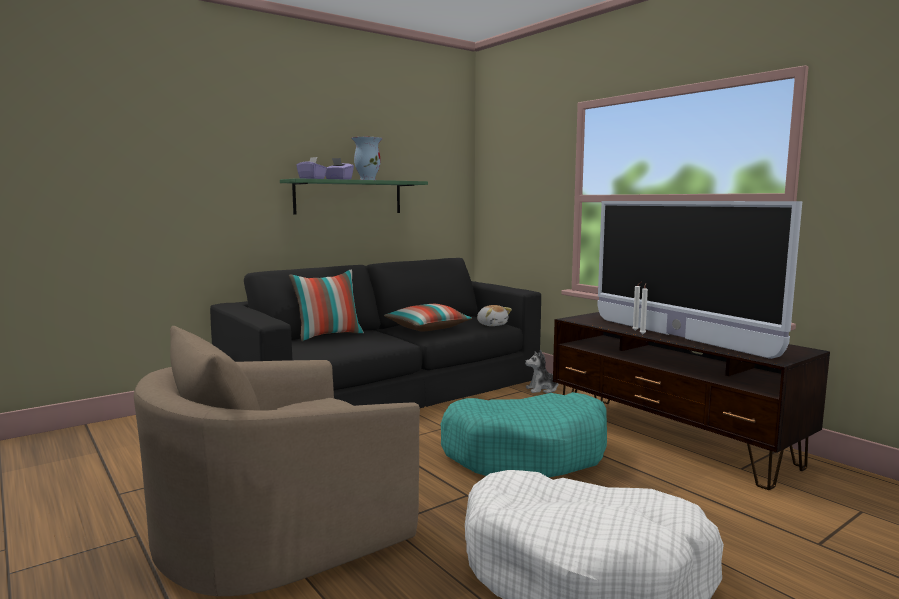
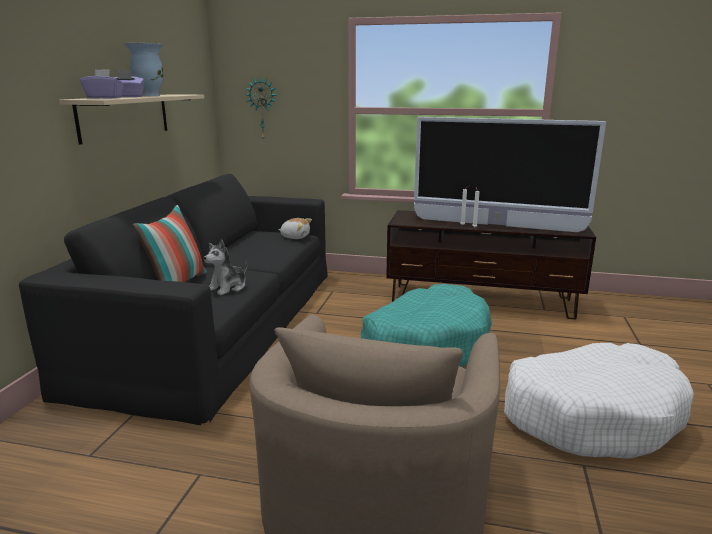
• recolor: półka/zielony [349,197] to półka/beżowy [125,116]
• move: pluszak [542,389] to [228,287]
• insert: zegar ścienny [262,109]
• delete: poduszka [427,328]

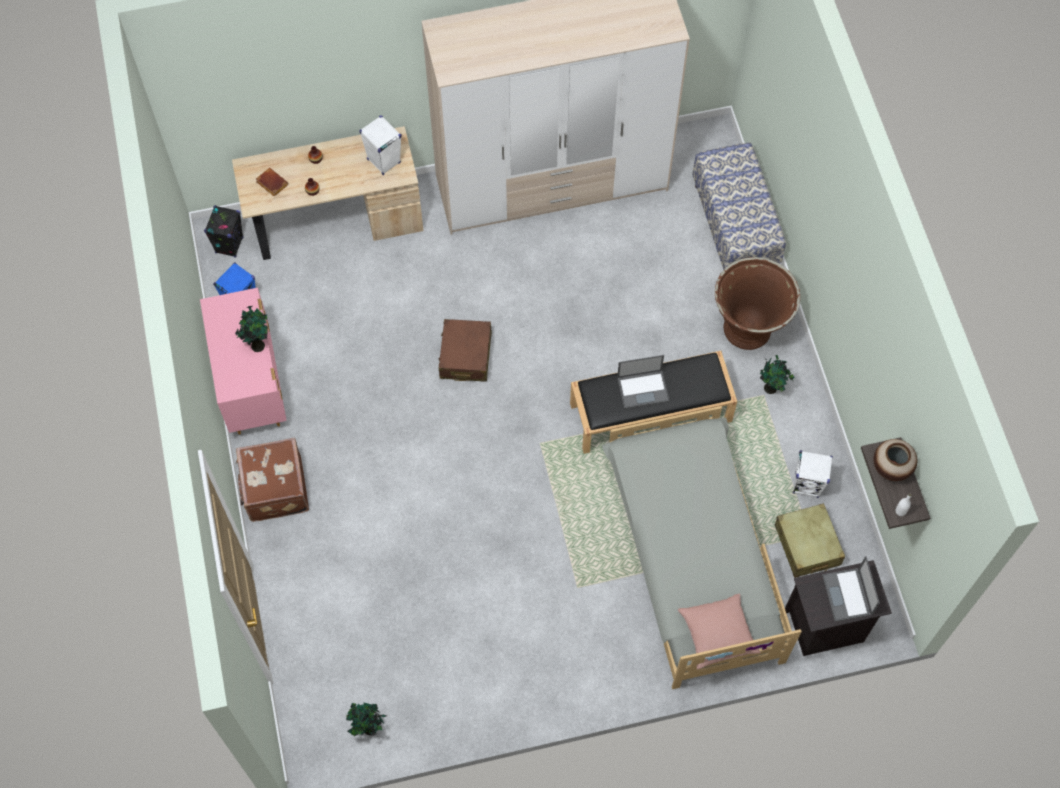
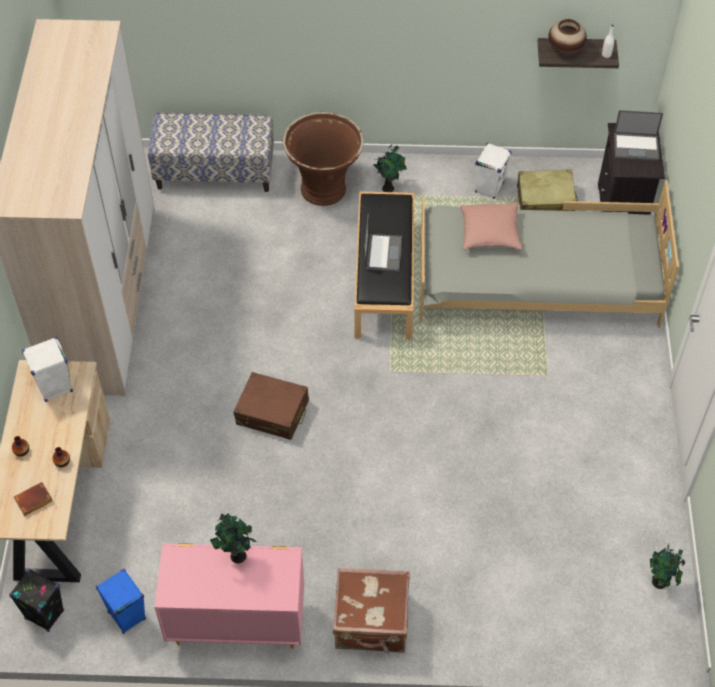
• move: poduszka/różowy [717,634] to [489,233]

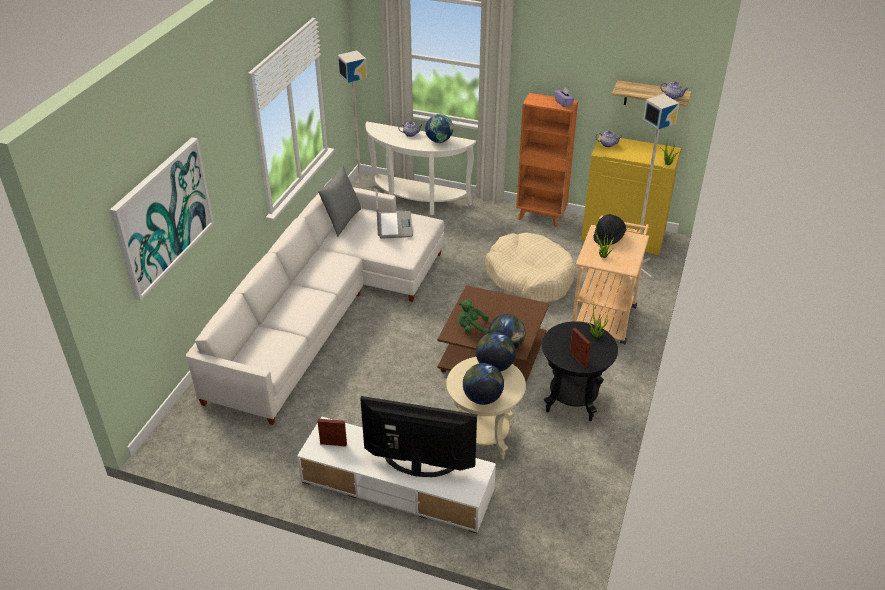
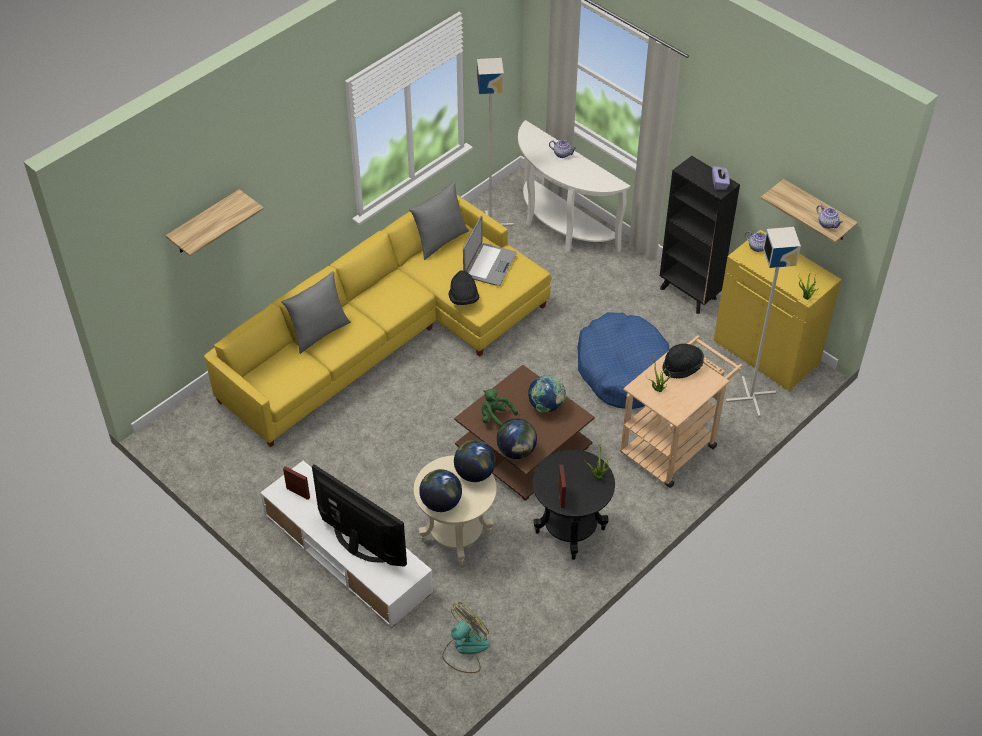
• replace: obraz [163,216] to półka [205,223]
• recolor: kanapa/biały [326,308] to kanapa/żółty [388,334]
• insert: poduszka/szary [319,332]
• insert: wentylator [465,649]
• insert: kapelusz/czarny [463,298]
• move: globus [439,141] to [546,406]
• recolor: legowisko/beżowy [529,277] to legowisko/niebieski [622,370]
• recolor: regał/pomarańczowy [541,217] to regał/czarny [689,294]

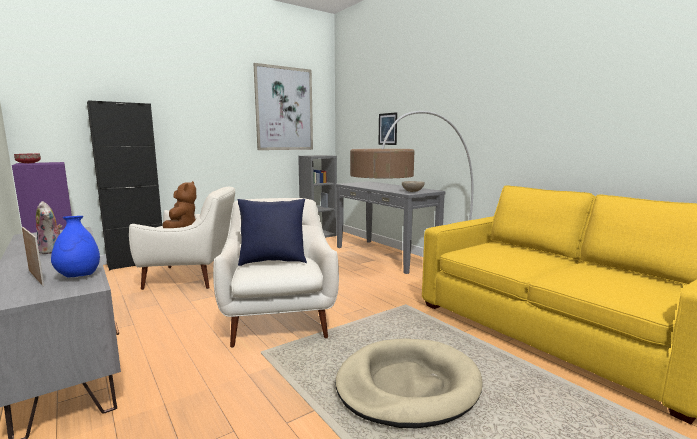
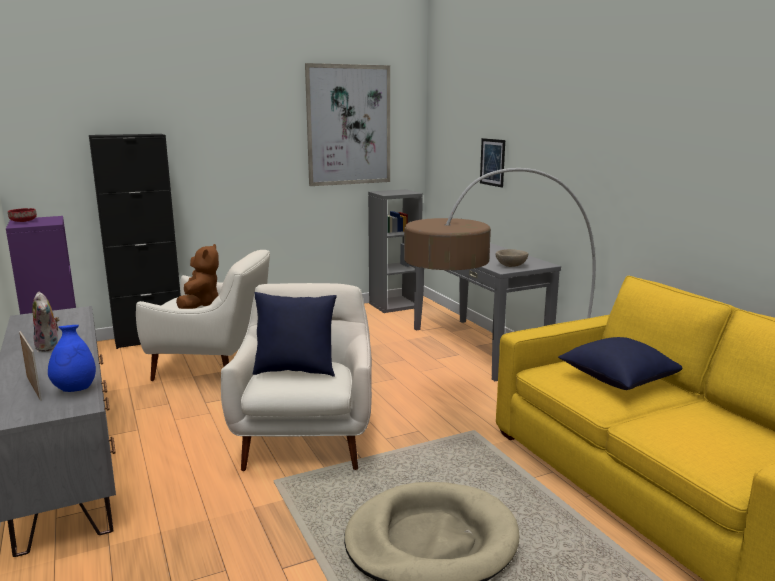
• insert: poduszka/niebieski [617,380]

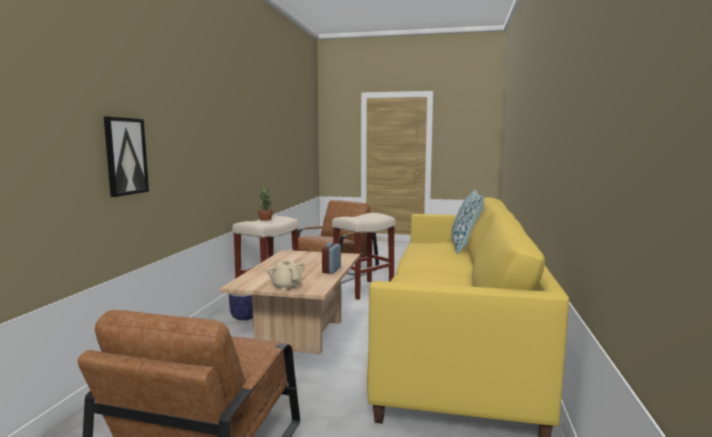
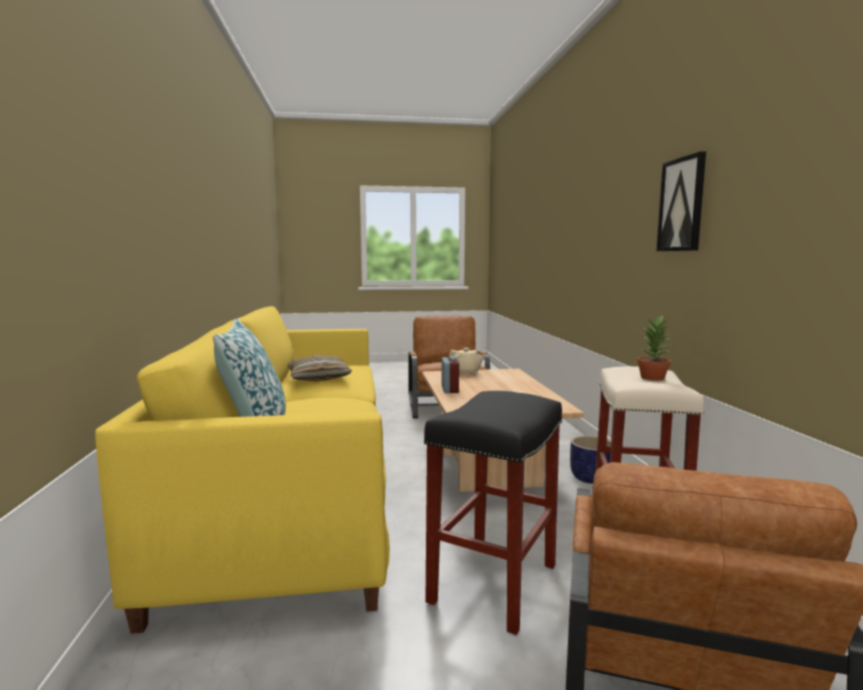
• insert: poduszka [318,378]
• recolor: stołek/beżowy [363,290] to stołek/czarny [493,581]
• move: obraz [125,156] to [682,205]

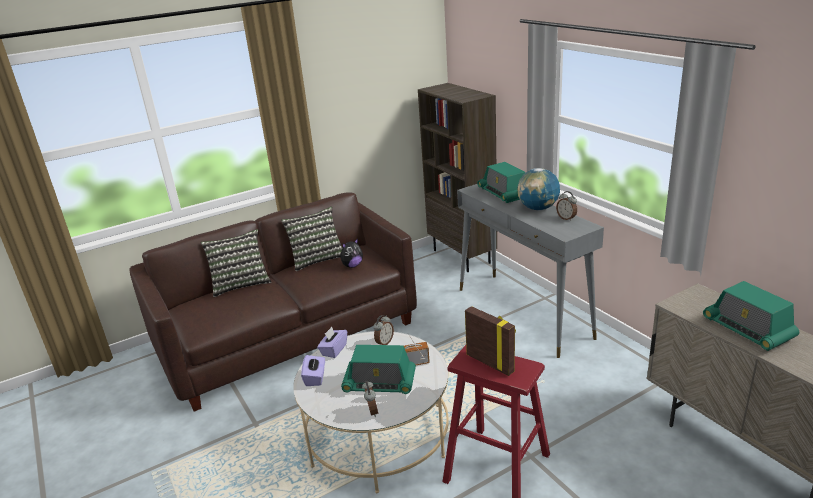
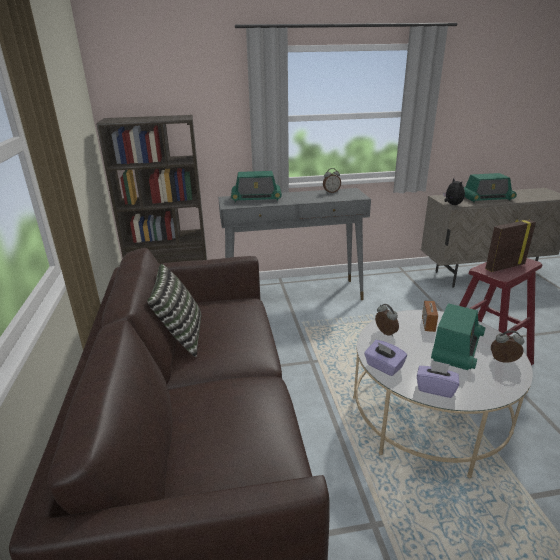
• move: pluszak [352,265] to [452,204]
• delete: poduszka [240,284]
• delete: globus [538,208]

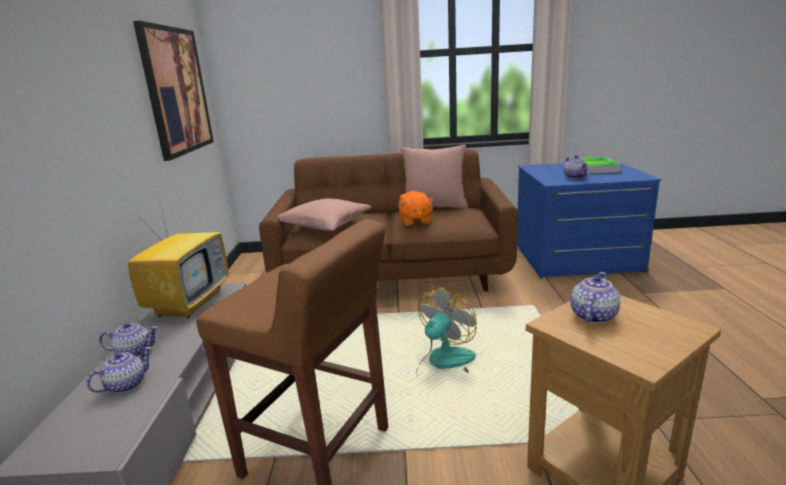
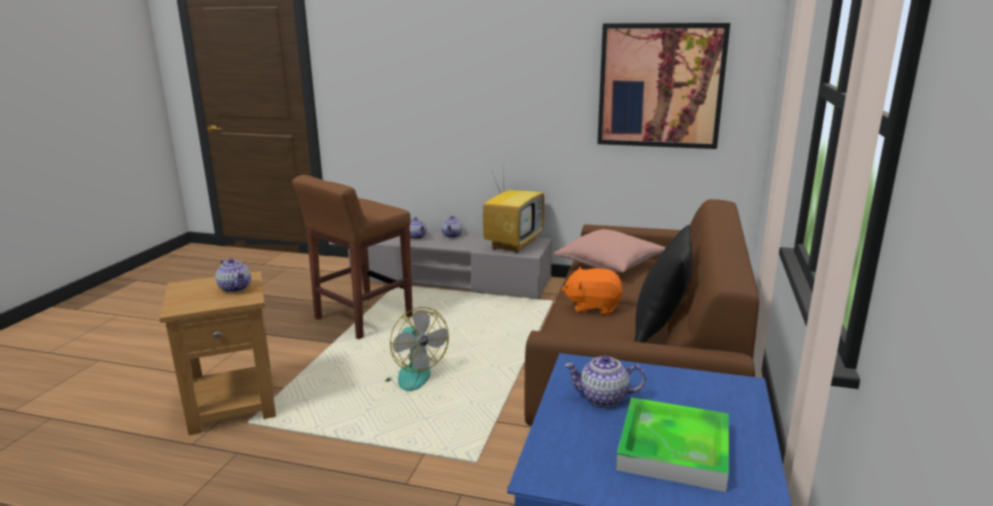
• rotate: telewizor [189,302] = [513,243] 90 degrees counterclockwise
• recolor: poduszka/różowy [434,208] to poduszka/czarny [660,330]

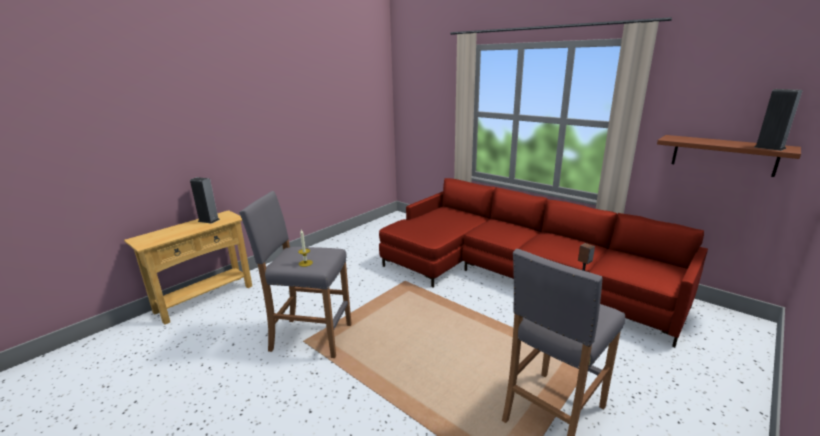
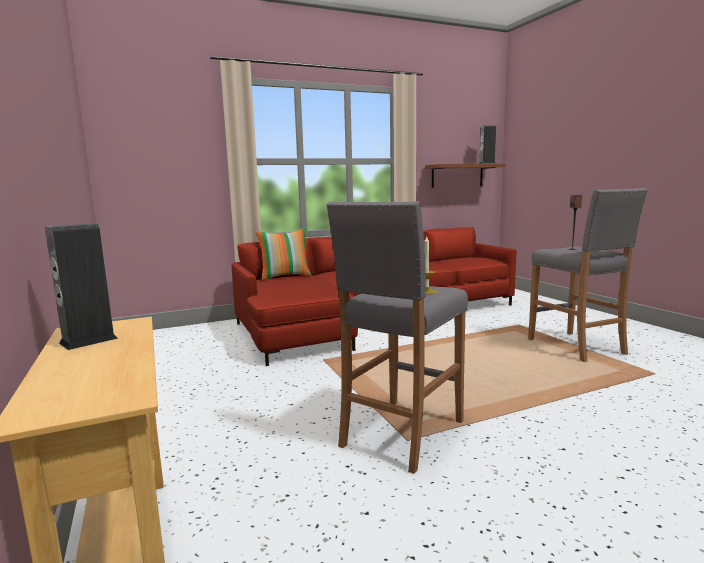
• insert: poduszka [285,276]

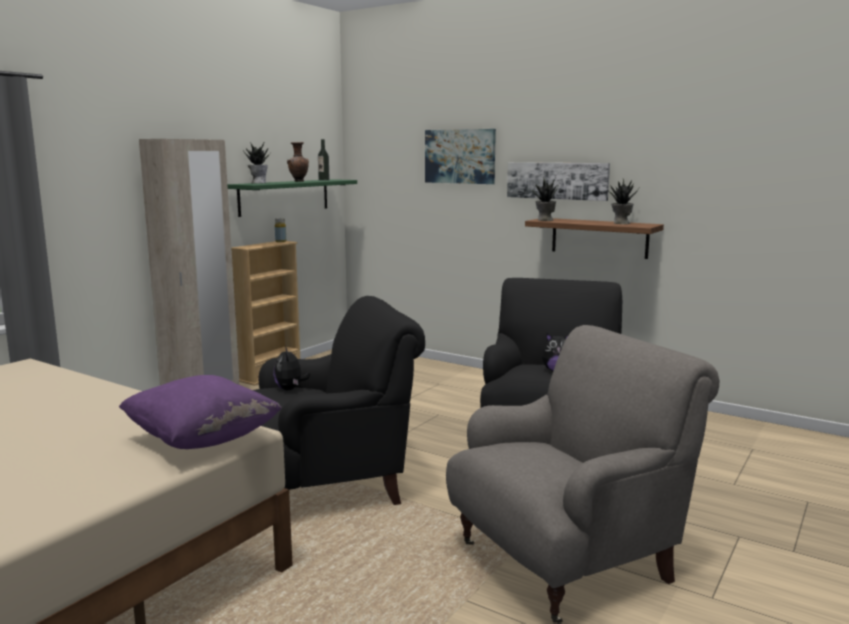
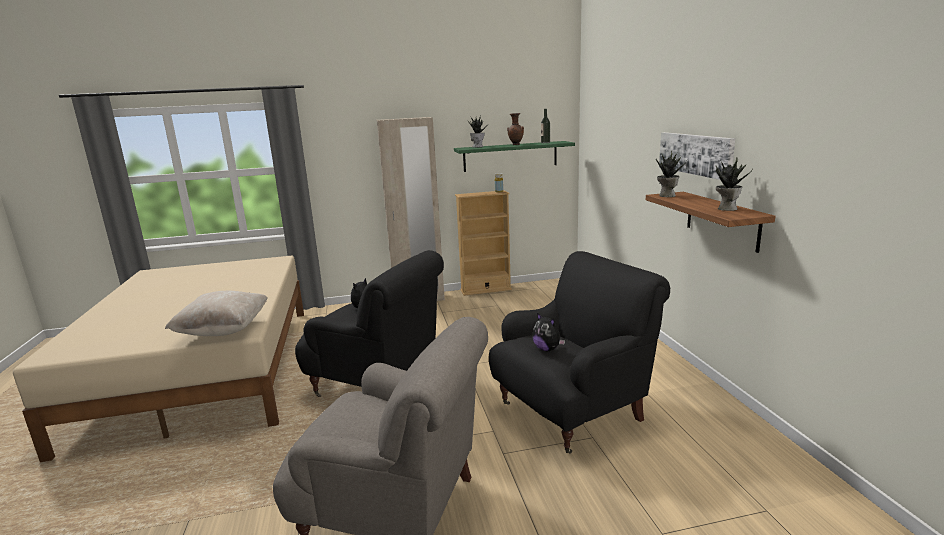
• recolor: poduszka/fioletowy [202,440] to poduszka/beżowy [223,330]
• delete: obraz [460,156]

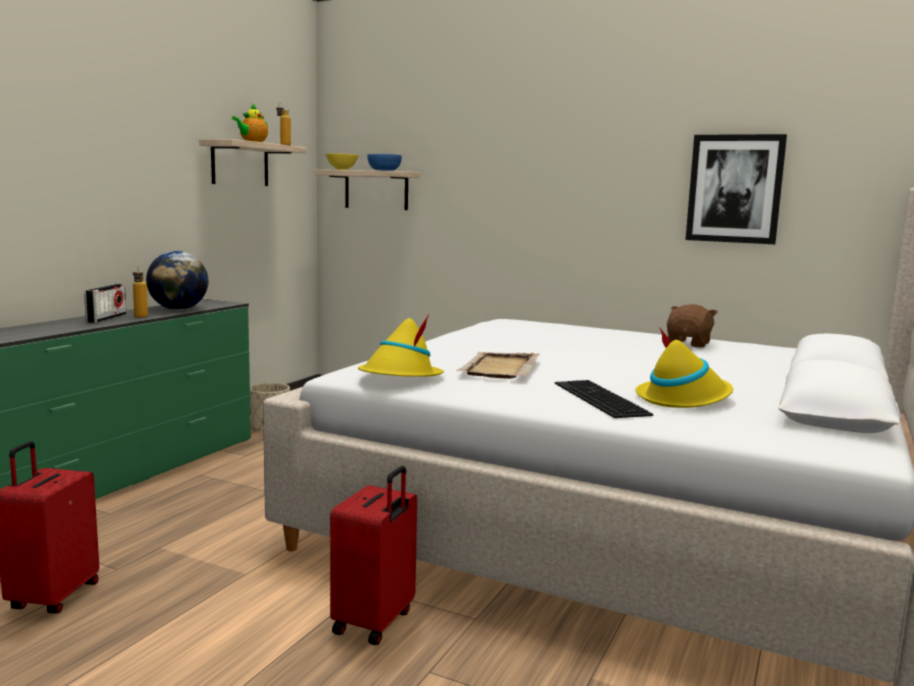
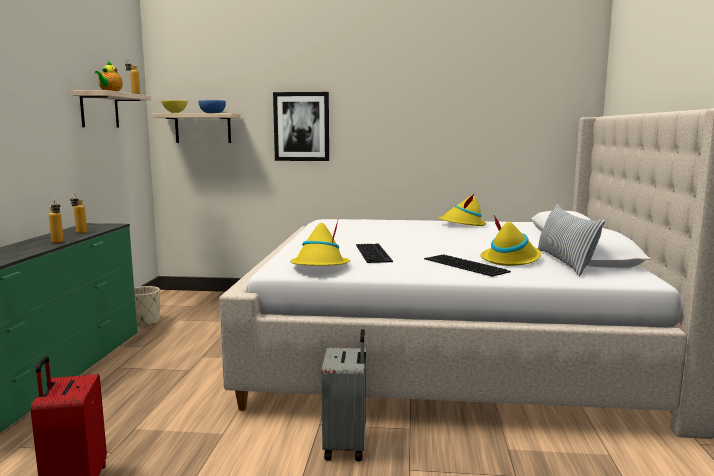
• replace: globus [179,309] to butelka [79,233]
• move: obraz [734,189] to [301,126]
• recolor: walizka/czerwony [375,622] to walizka/szary [347,446]
• replace: taca/beżowy [499,368] to klawiatura [375,253]
• replace: pluszak/brązowy [689,344] to kapelusz/żółty [462,225]
• insert: poduszka [565,262]
• delete: radio [107,318]

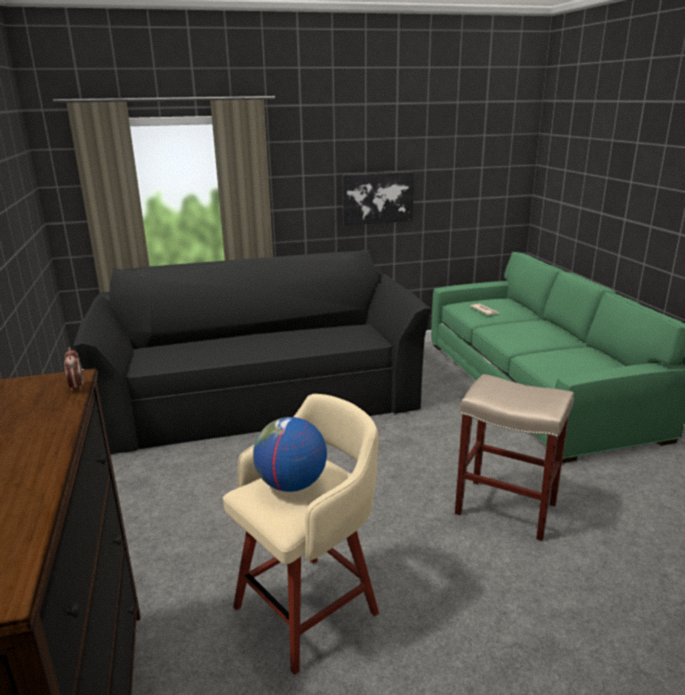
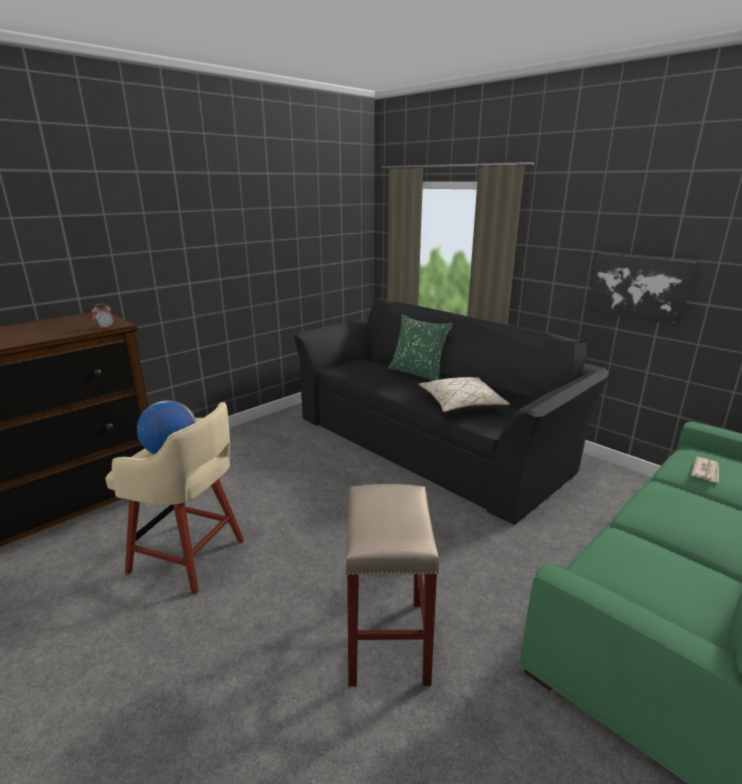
• insert: poduszka/zielony [418,374]
• insert: poduszka/beżowy [461,405]

